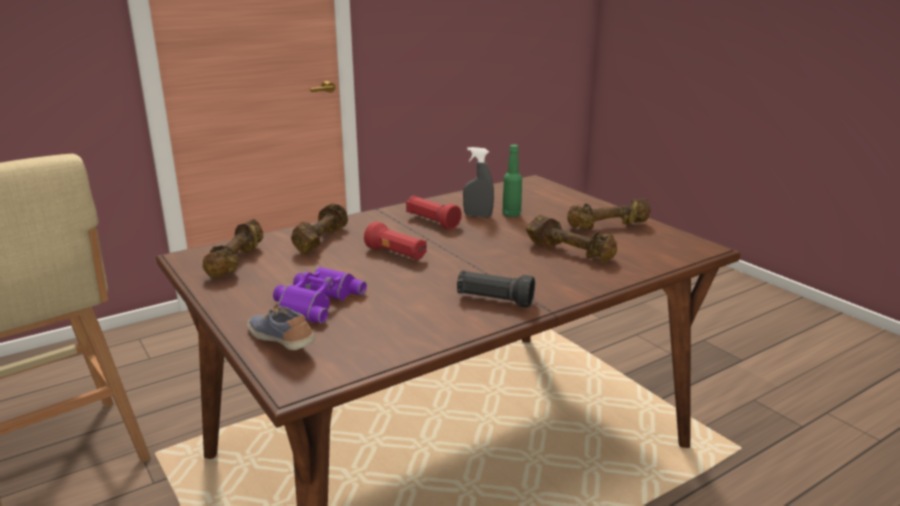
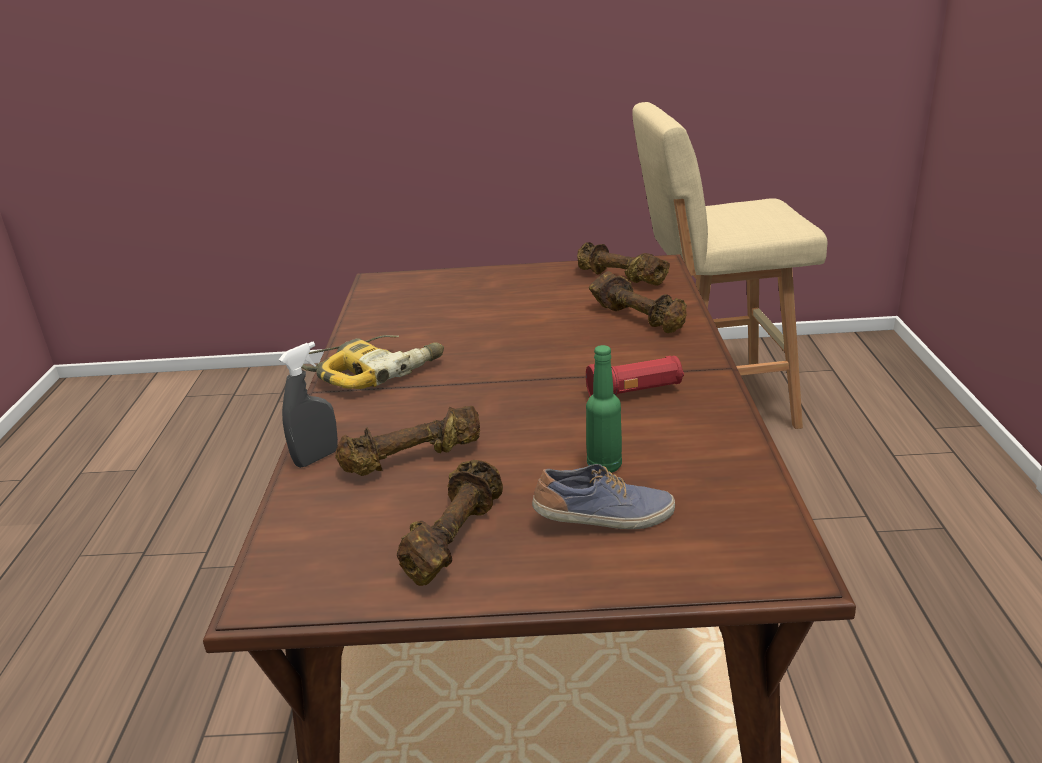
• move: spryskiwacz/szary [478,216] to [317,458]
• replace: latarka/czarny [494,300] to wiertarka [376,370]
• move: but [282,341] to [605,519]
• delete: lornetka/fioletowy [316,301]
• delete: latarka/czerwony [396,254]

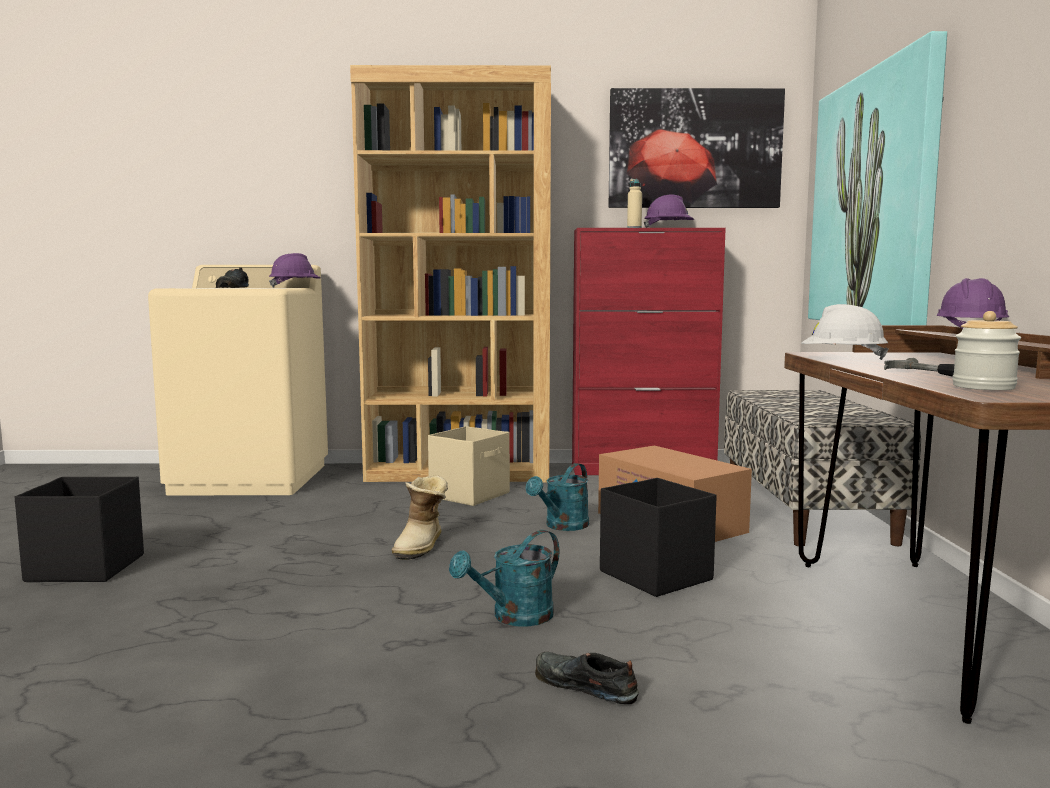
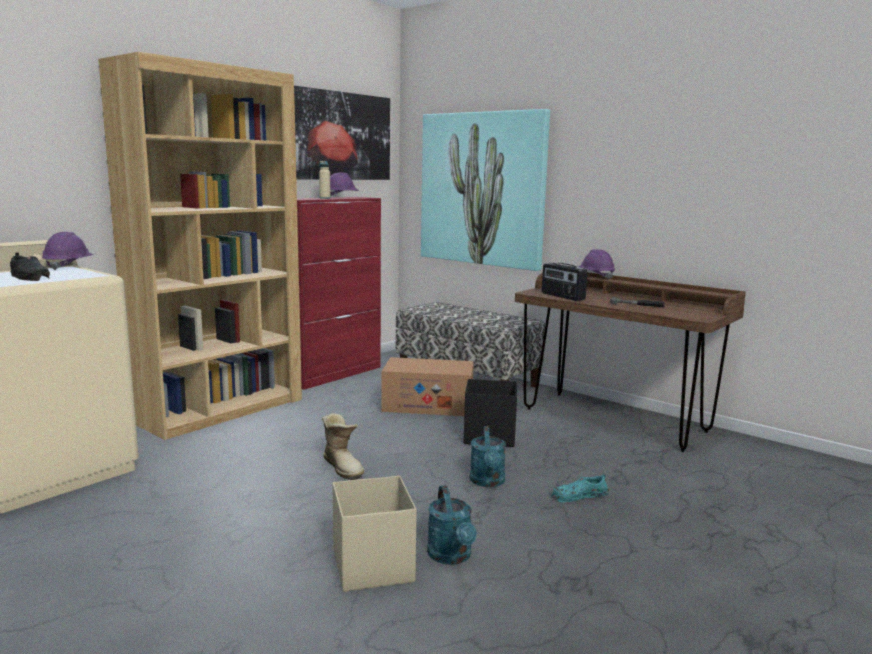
• move: pojemnik do przechowywania/beżowy [470,495] to [373,565]
• move: konewka/turkusowy [562,526] to [452,557]
• replace: kask/biały [842,359] to radio [562,296]
• recolor: but/czarny [583,685] to but/turkusowy [579,495]
• delete: pojemnik do przechowywania/czarny [85,568]
• delete: słoik [983,387]

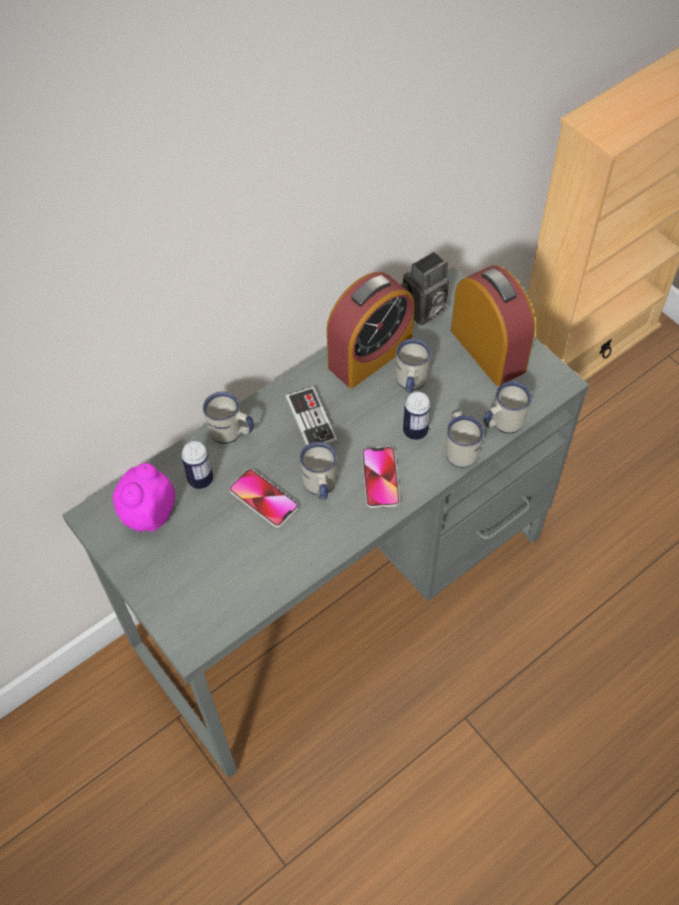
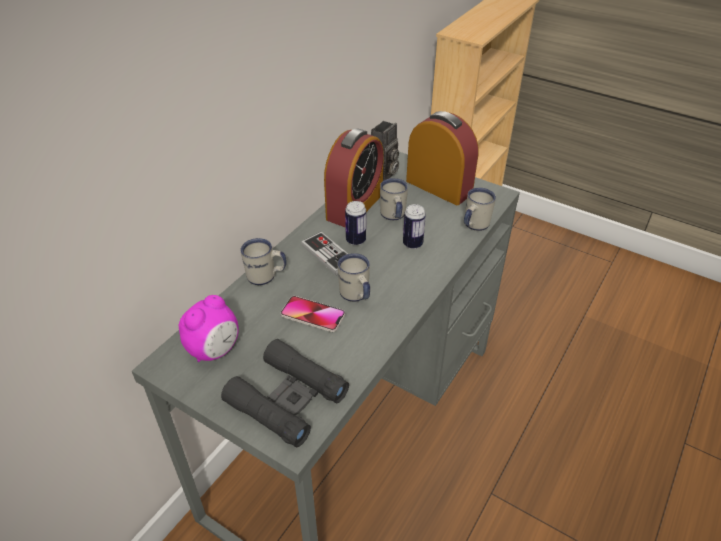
• rotate: budzik [149,514] = [214,350] 150 degrees counterclockwise
• insert: lornetka/czarny [287,399]
• move: puszka [200,479] to [355,240]
• delete: telefon [380,478]
• delete: kubek/biały [460,448]

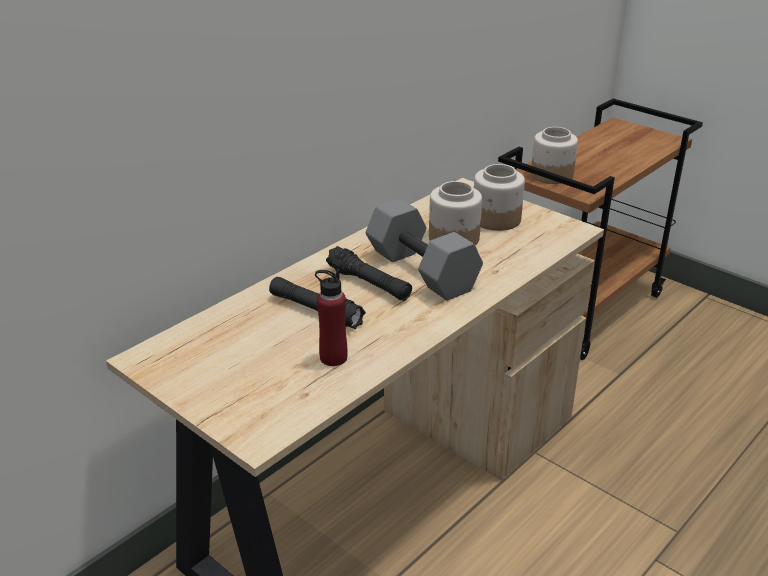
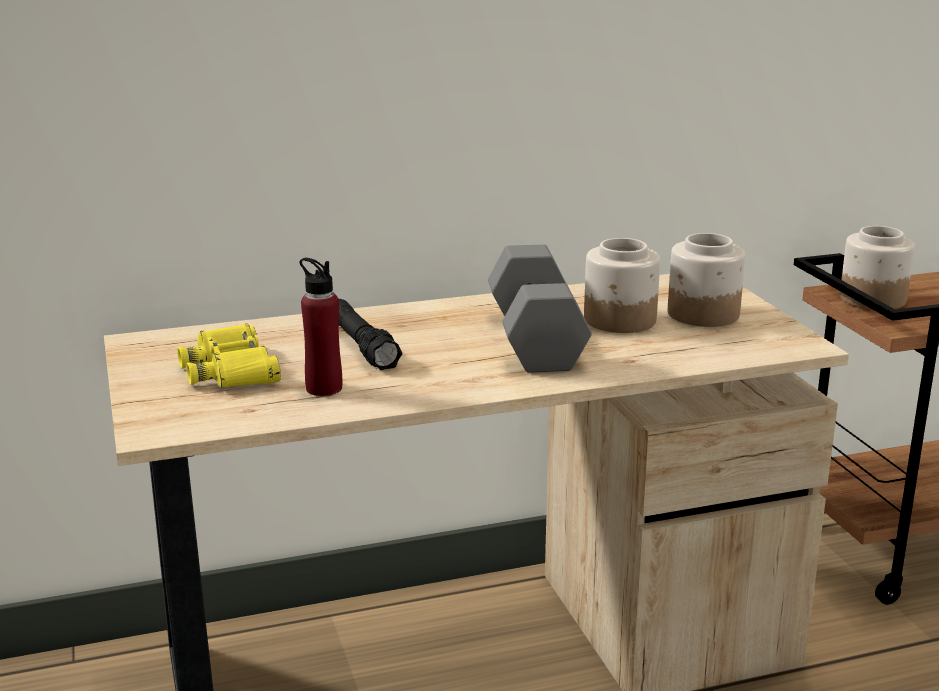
• insert: lornetka/żółty [231,370]
• delete: latarka/czarny [369,283]

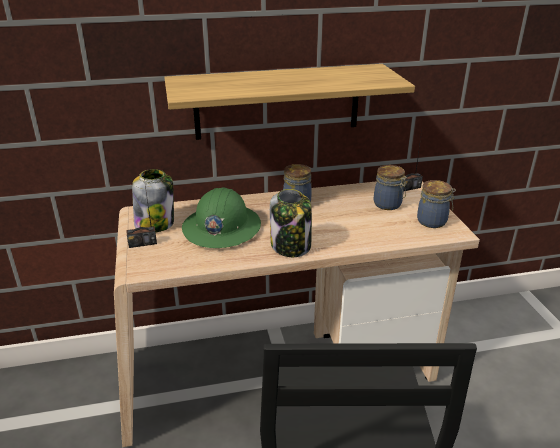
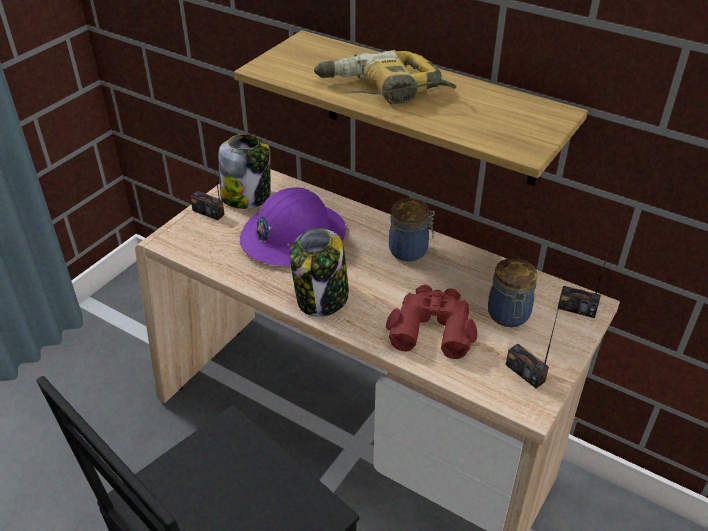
• recolor: kask/zielony [221,228] to kask/fioletowy [292,236]
• insert: wiertarka [382,90]
• insert: lornetka/czerwony [432,327]
• replace: słoik [433,221] to radio [525,373]

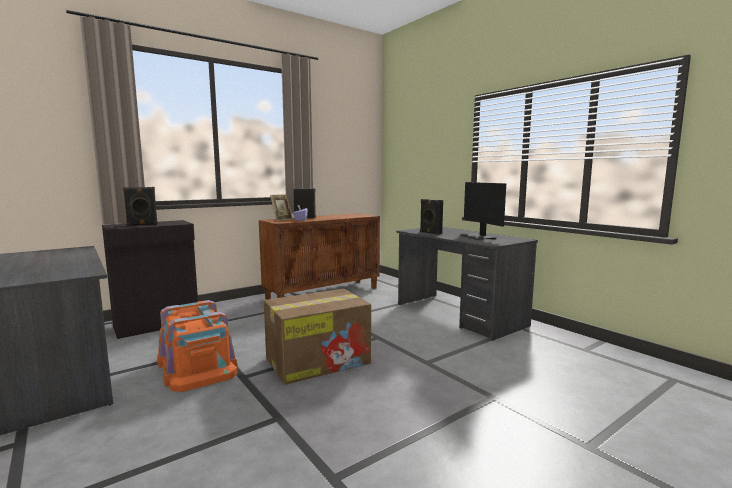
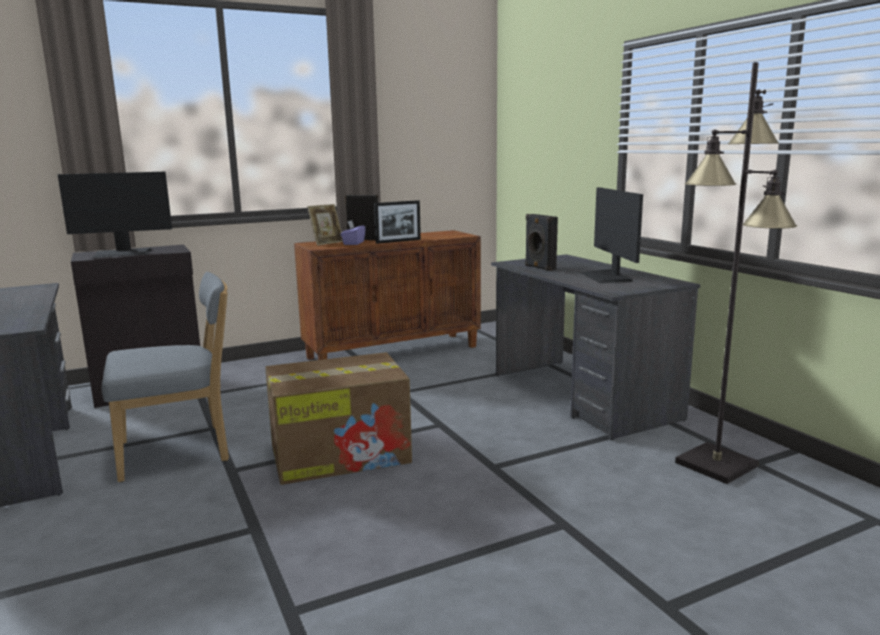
• replace: głośnik/czarny [142,225] to monitor [123,253]
• replace: pojemnik do przechowywania/pomarańczowy [197,366] to krzesło/szary [180,451]
• insert: ramka na zdjęcie [398,241]
• insert: lampa stojąca/czarny [717,464]

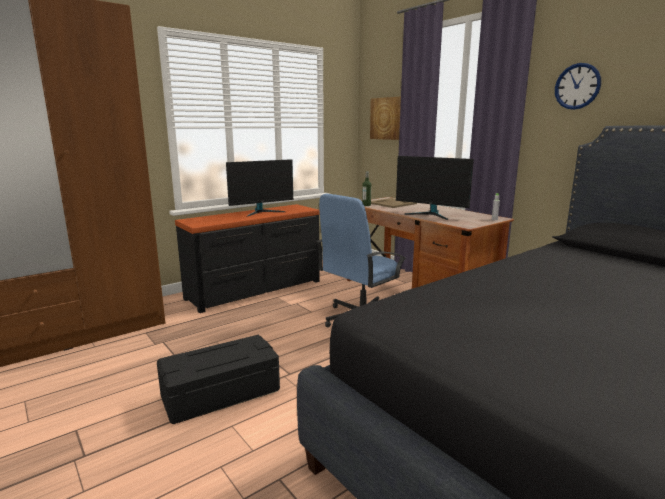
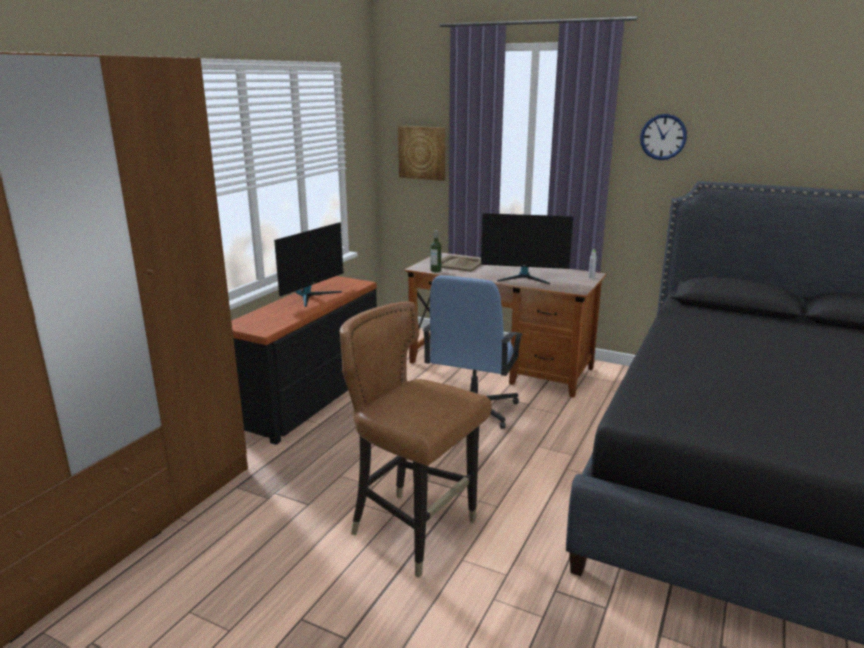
• replace: pojemnik do przechowywania/czarny [221,393] to krzesło/brązowy [414,531]

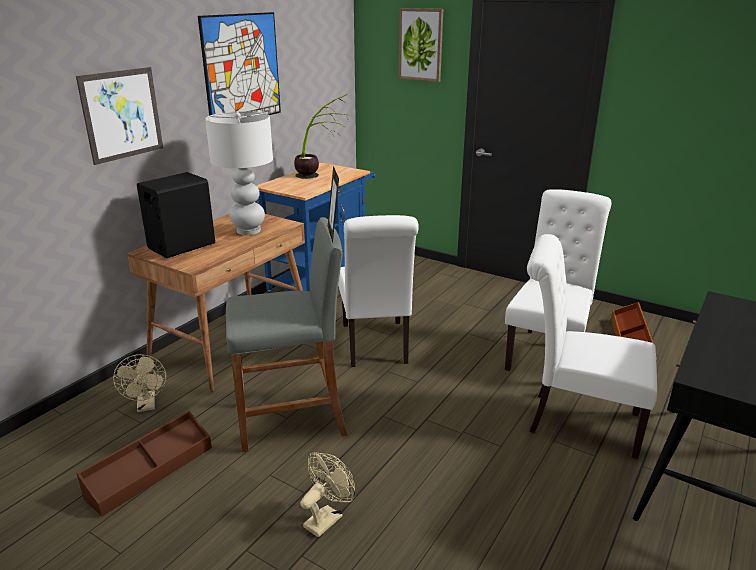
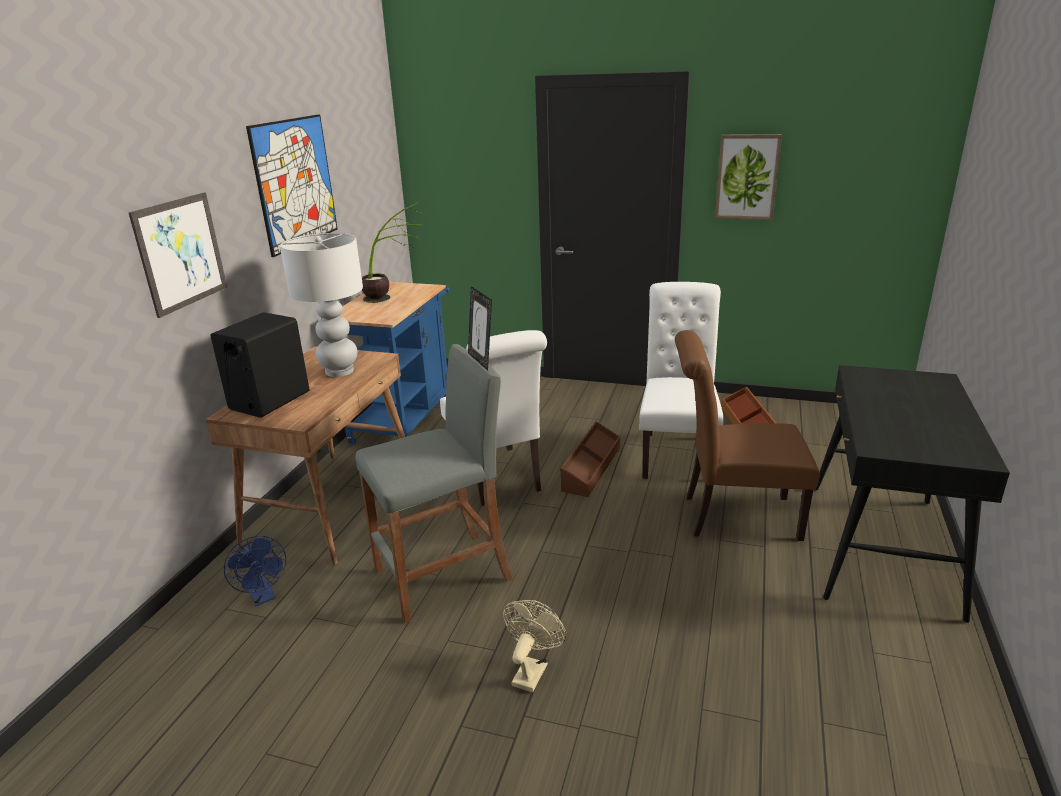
• recolor: wentylator/beżowy [147,406] to wentylator/niebieski [263,596]
• move: pojemnik do przechowywania/brązowy [150,471] to [590,468]
• recolor: krzesło/biały [576,421] to krzesło/brązowy [733,516]
• move: obraz [421,44] to [747,177]

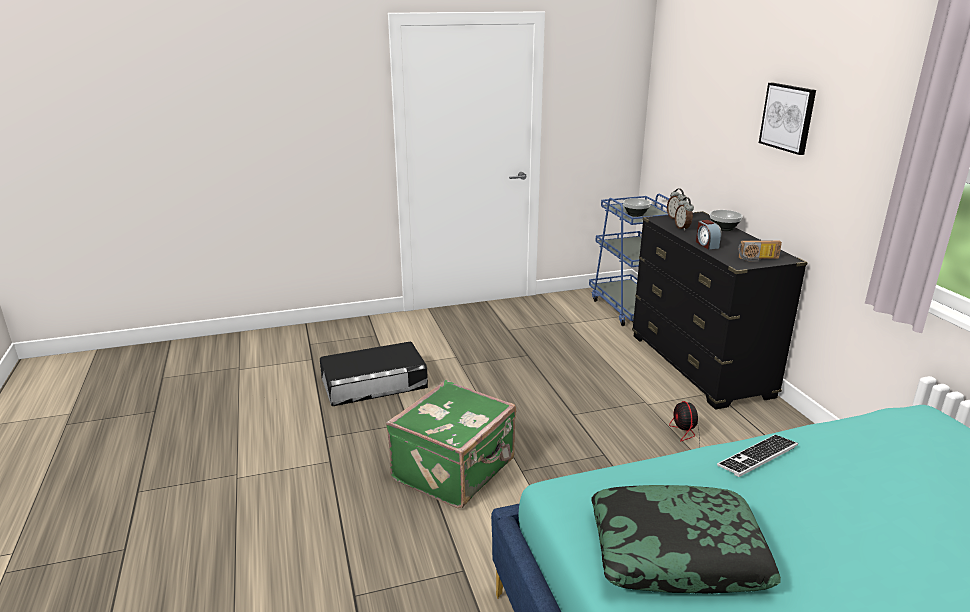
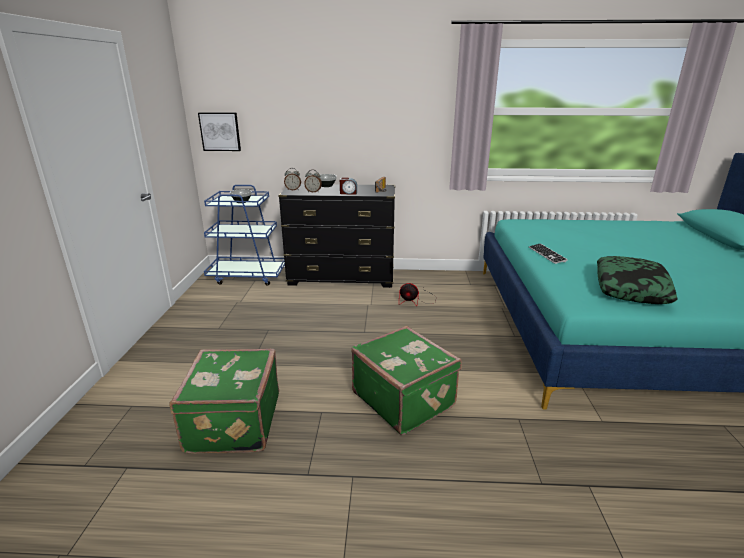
• replace: pojemnik do przechowywania/czarny [374,383] to walizka/zielony [232,423]
• move: obraz [788,117] to [220,131]

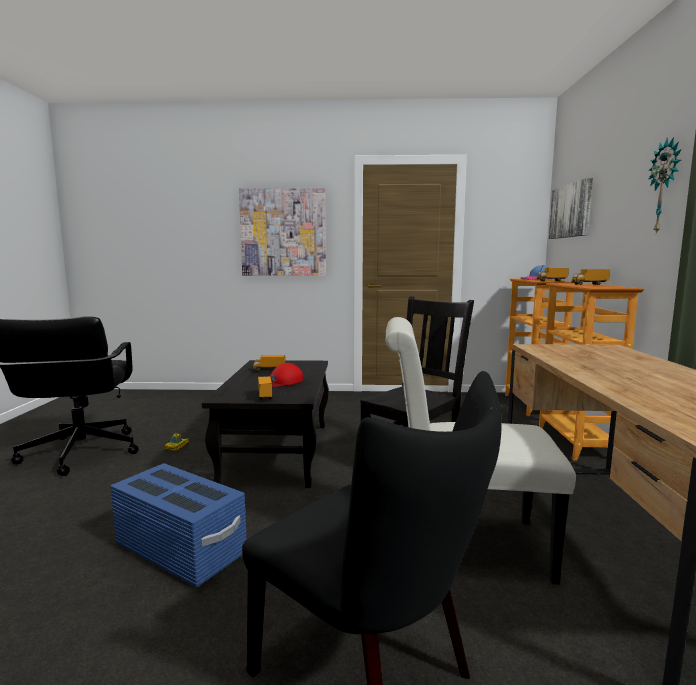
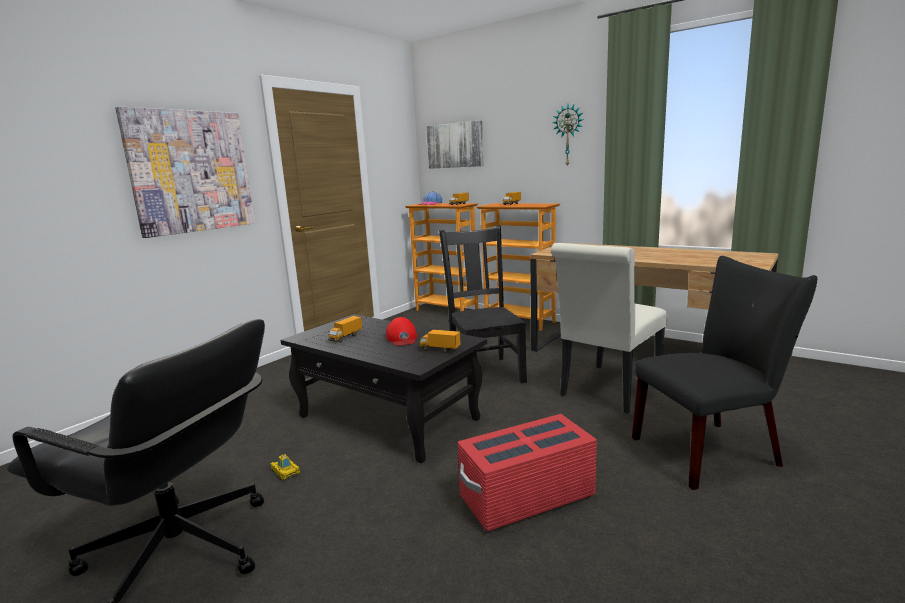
• recolor: pojemnik do przechowywania/niebieski [180,550] to pojemnik do przechowywania/czerwony [526,497]

